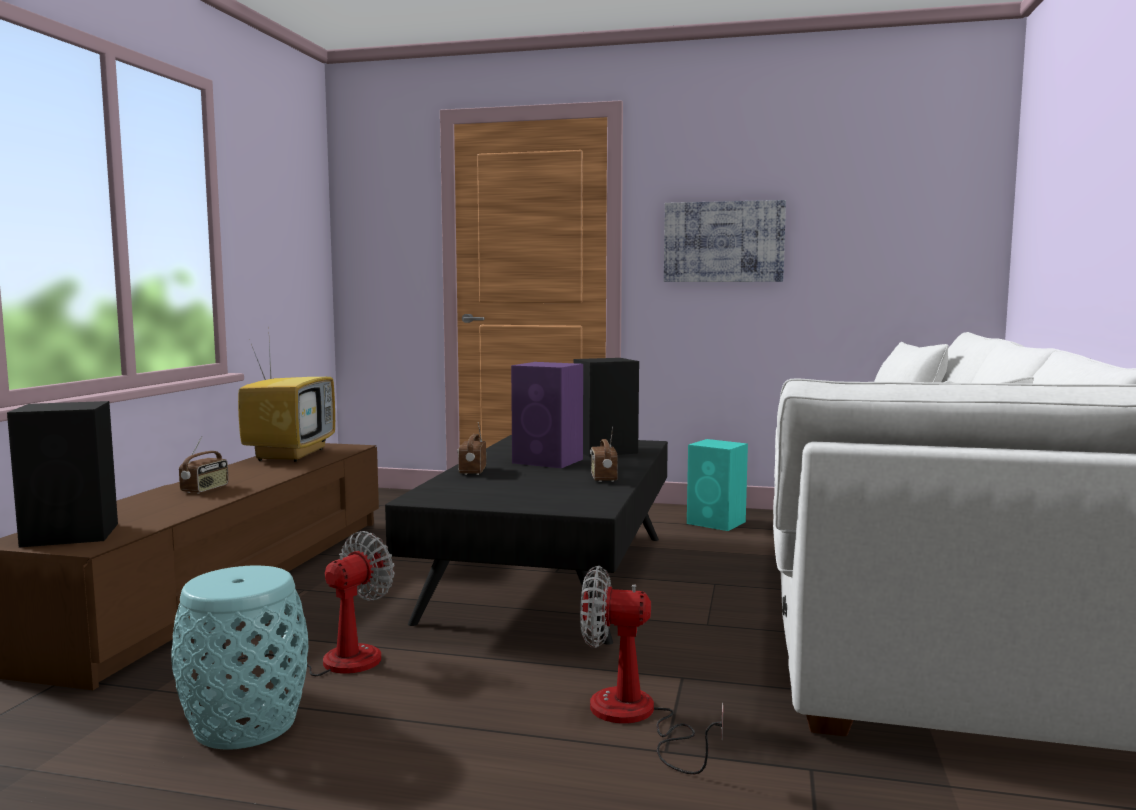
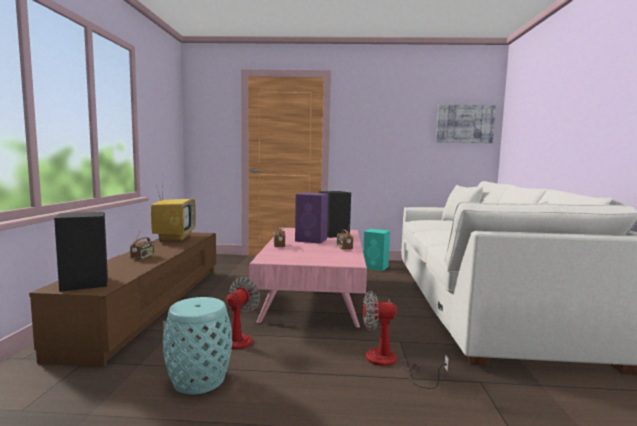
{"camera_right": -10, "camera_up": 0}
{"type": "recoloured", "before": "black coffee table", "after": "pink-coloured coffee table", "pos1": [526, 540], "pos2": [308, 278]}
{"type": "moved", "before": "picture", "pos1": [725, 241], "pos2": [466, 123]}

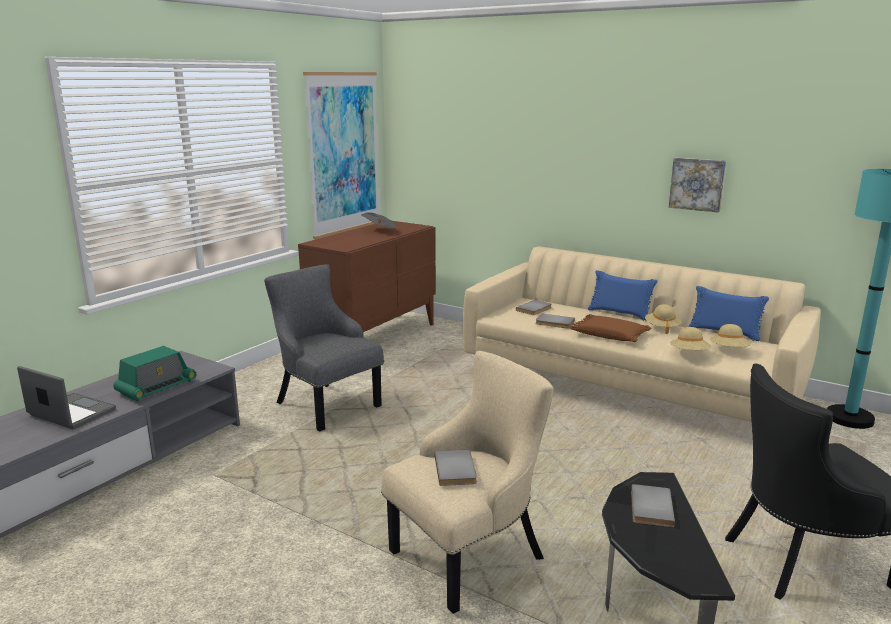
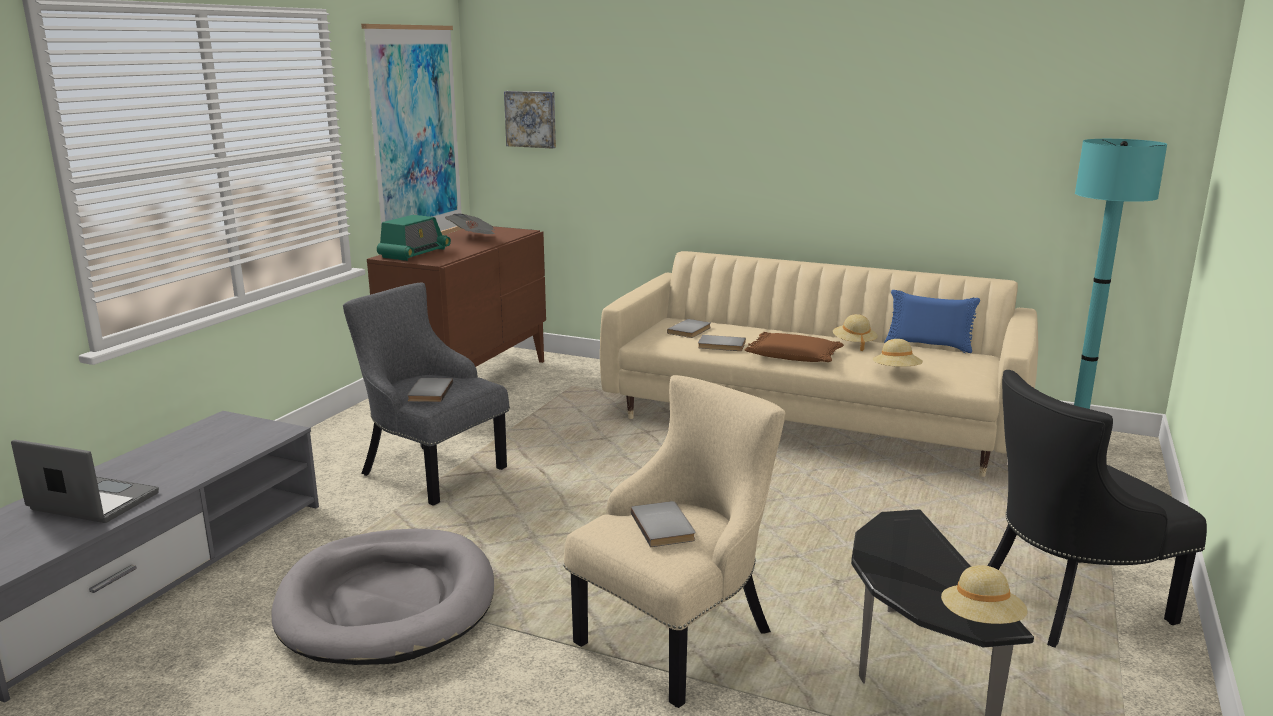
{"camera_right": -10, "camera_up": 0}
{"type": "moved", "before": "radio receiver", "pos1": [154, 374], "pos2": [414, 238]}
{"type": "removed", "before": "bluish cushion", "pos1": [622, 295]}
{"type": "moved", "before": "gray bound book", "pos1": [653, 505], "pos2": [430, 390]}
{"type": "moved", "before": "picture", "pos1": [697, 185], "pos2": [530, 120]}
{"type": "moved", "before": "beige-coloured wearable hat", "pos1": [730, 335], "pos2": [984, 594]}
{"type": "added", "after": "gray dog bed", "pos2": [382, 597]}

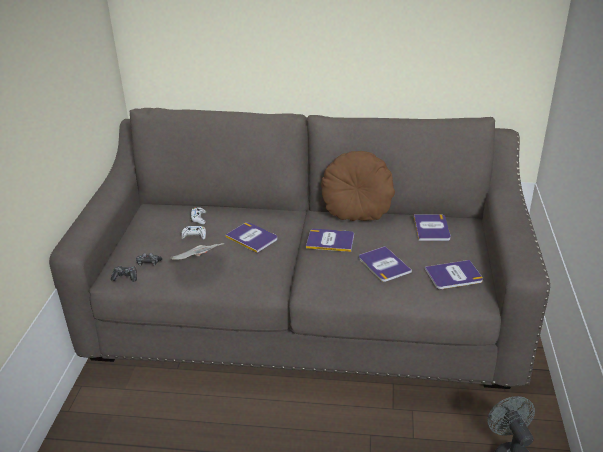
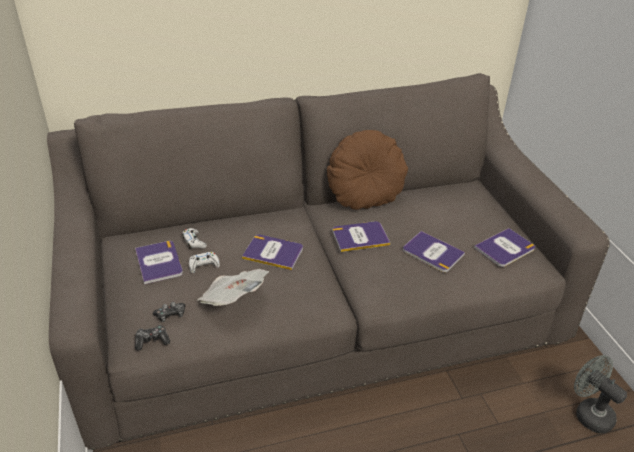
{"camera_right": -25, "camera_up": 5}
{"type": "moved", "before": "bound book", "pos1": [432, 227], "pos2": [159, 262]}

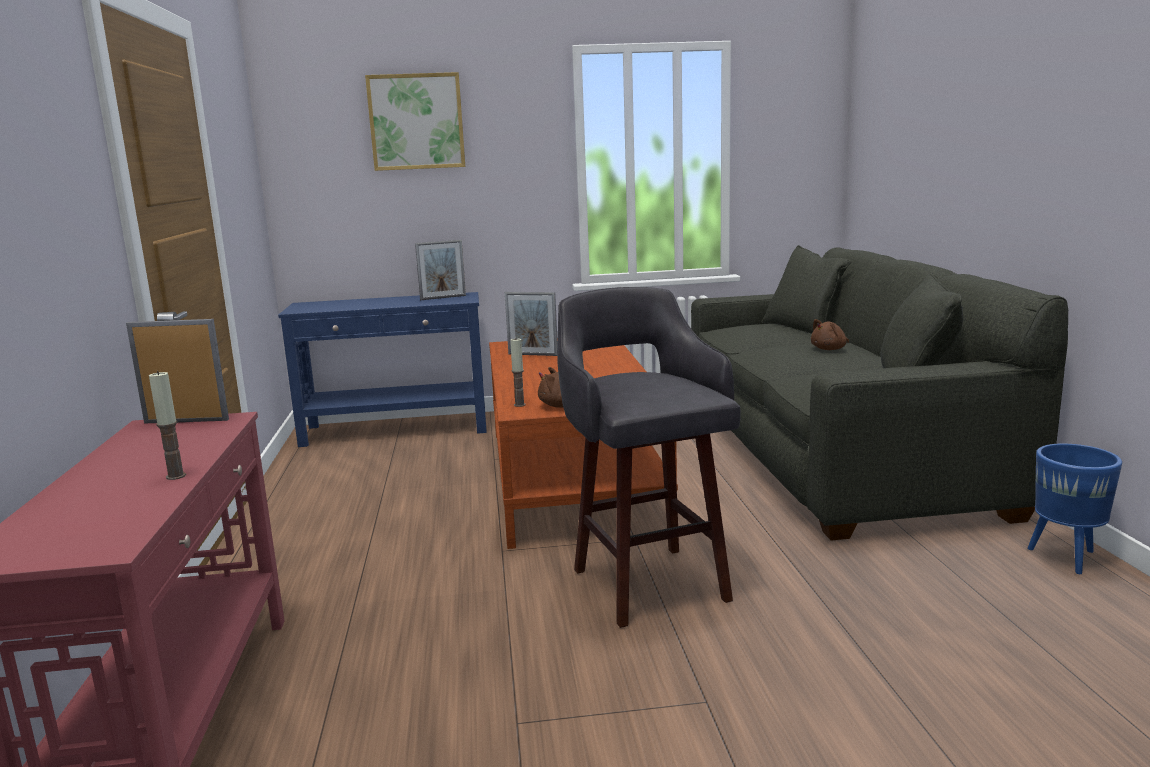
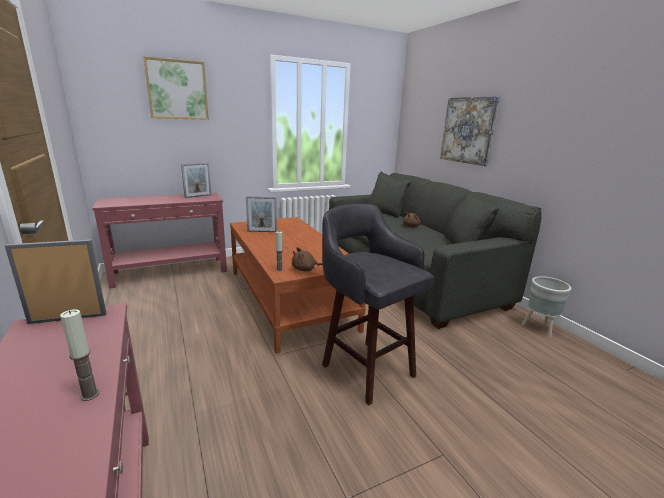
{"camera_right": -20, "camera_up": 5}
{"type": "recoloured", "before": "bluish hall table", "after": "red hall table", "pos1": [382, 369], "pos2": [159, 241]}
{"type": "recoloured", "before": "bluish plant pot", "after": "gray plant pot", "pos1": [1074, 509], "pos2": [546, 307]}
{"type": "added", "after": "picture", "pos2": [470, 131]}

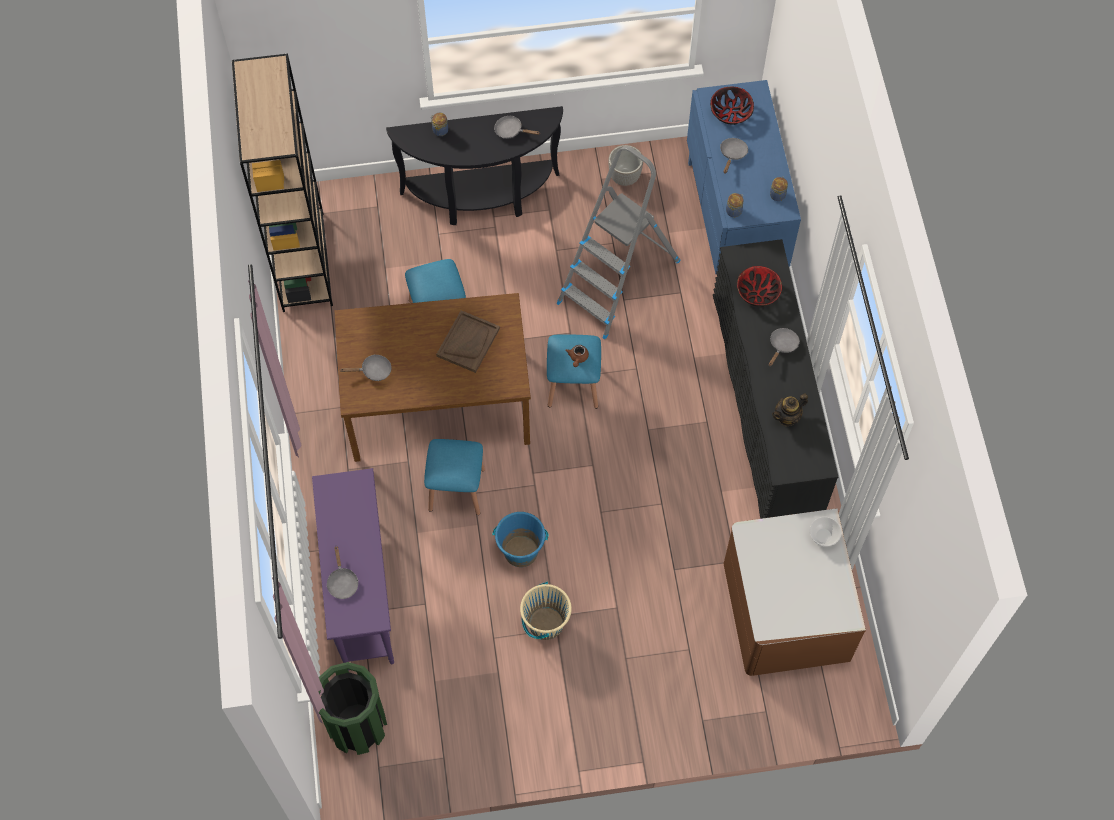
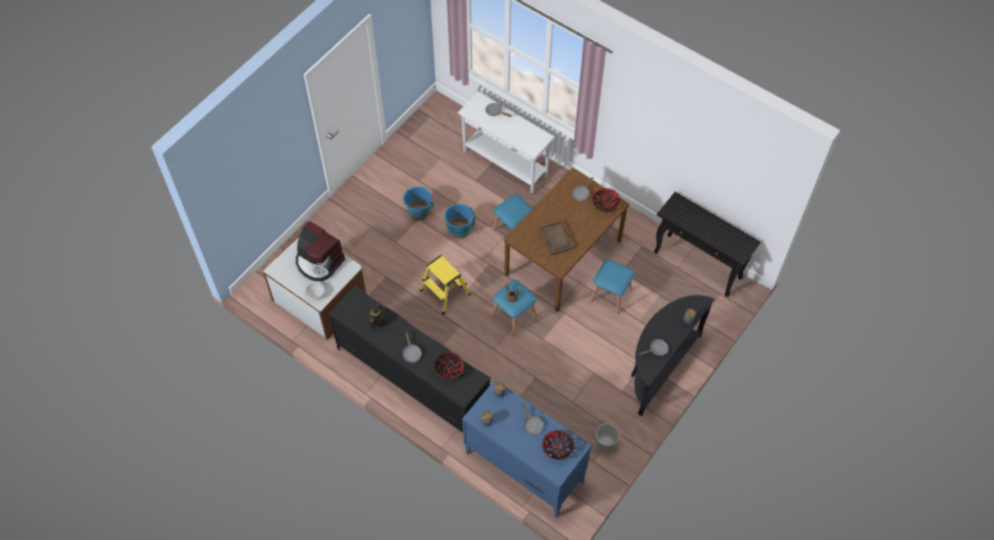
{"camera_right": 135, "camera_up": -5}
{"type": "replaced", "before": "beige-coloured bookcase", "after": "black hall table", "pos1": [282, 183], "pos2": [707, 244]}
{"type": "recoloured", "before": "purple hall table", "after": "white hall table", "pos1": [353, 569], "pos2": [506, 142]}
{"type": "removed", "before": "green-coloured waste bin", "pos1": [353, 708]}
{"type": "recoloured", "before": "beige-coloured pail", "after": "bluish pail", "pos1": [546, 611], "pos2": [418, 203]}
{"type": "removed", "before": "gray step stool", "pos1": [619, 242]}
{"type": "added", "after": "coffee brewer", "pos2": [320, 251]}
{"type": "added", "after": "yellow step stool", "pos2": [445, 285]}
{"type": "added", "after": "serving bowl", "pos2": [606, 200]}

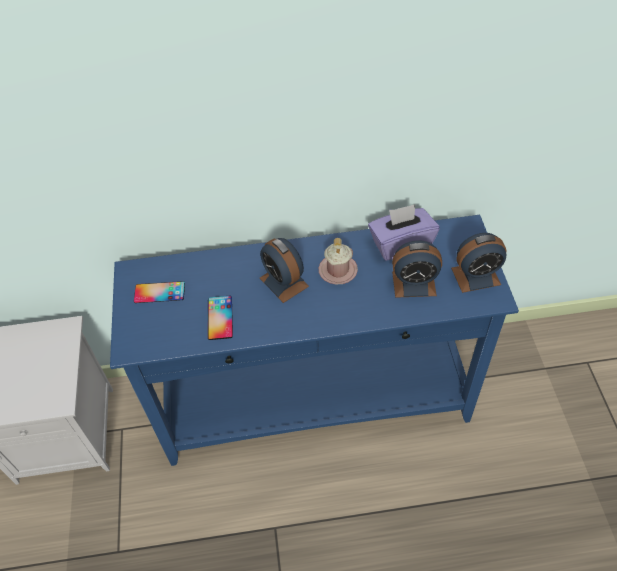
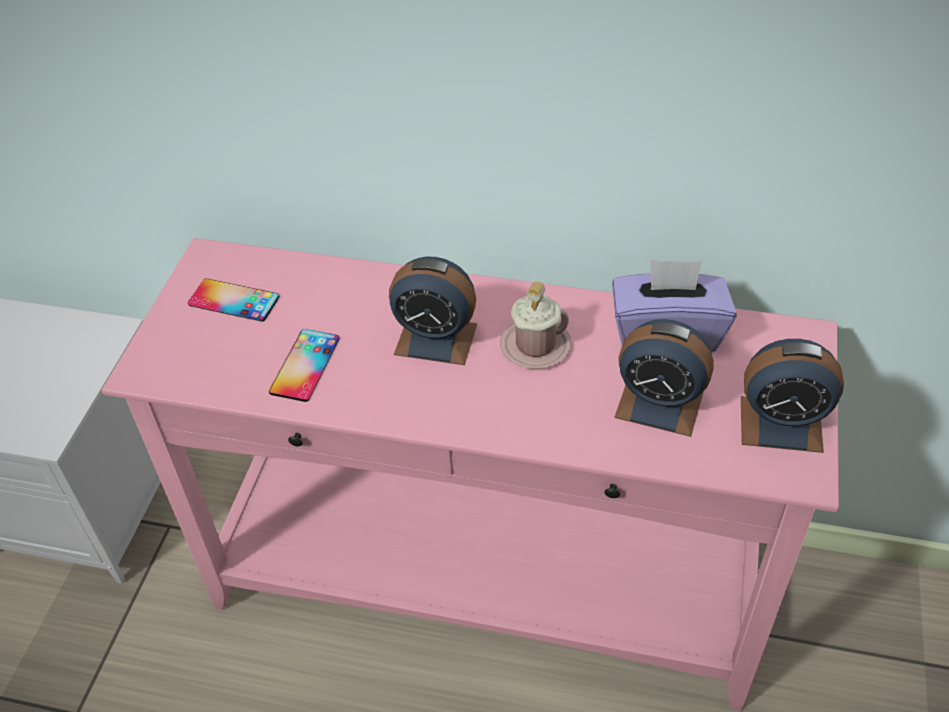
{"camera_right": 20, "camera_up": -5}
{"type": "recoloured", "before": "bluish hall table", "after": "pink-coloured hall table", "pos1": [314, 340], "pos2": [470, 474]}
{"type": "turned", "before": "alarm clock", "pos1": [284, 270], "pos2": [433, 311], "turn": -60}

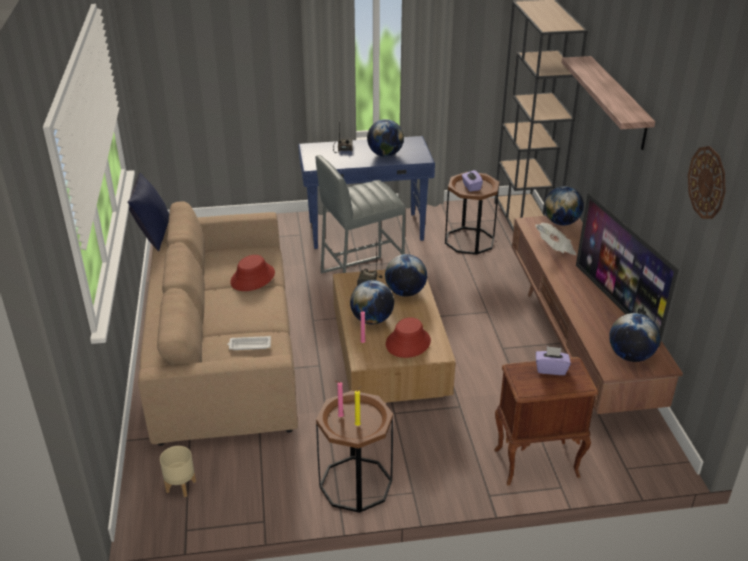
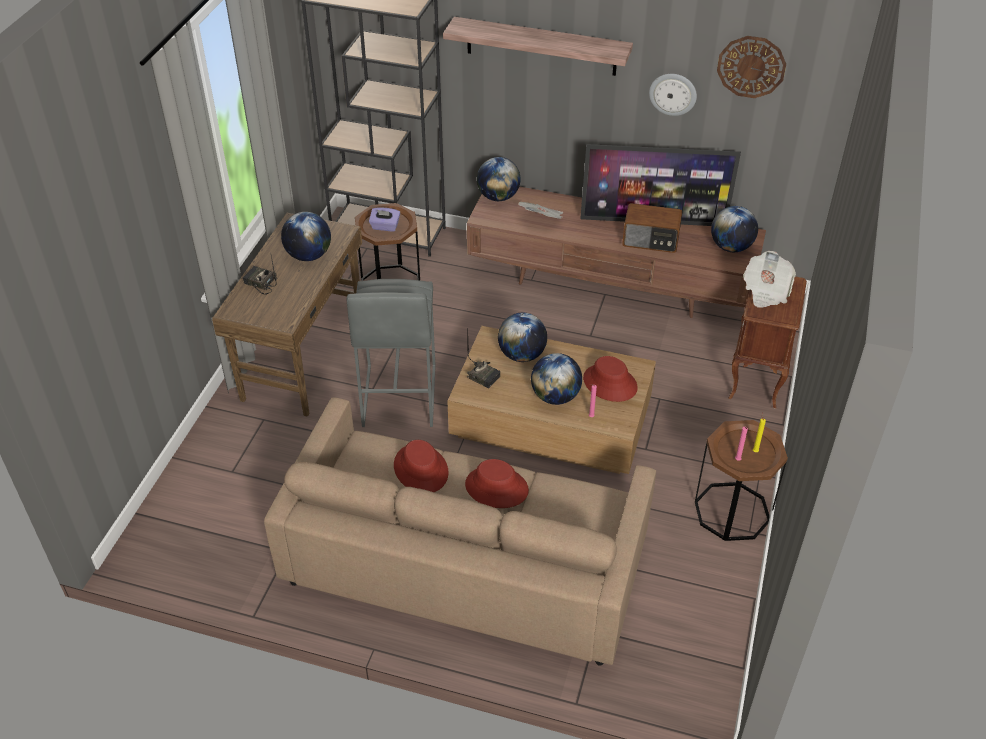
{"camera_right": -65, "camera_up": 10}
{"type": "removed", "before": "bluish cushion", "pos1": [148, 212]}
{"type": "removed", "before": "beige-coloured plant pot", "pos1": [178, 471]}
{"type": "removed", "before": "white serving tray", "pos1": [249, 343]}
{"type": "recoloured", "before": "bluish hall table", "after": "brown hall table", "pos1": [366, 192], "pos2": [287, 315]}
{"type": "replaced", "before": "purple box of tissues", "after": "newspaper", "pos1": [553, 360], "pos2": [769, 279]}
{"type": "added", "after": "red wearable hat", "pos2": [497, 483]}
{"type": "added", "after": "radio receiver", "pos2": [652, 228]}
{"type": "added", "after": "wall clock", "pos2": [673, 95]}

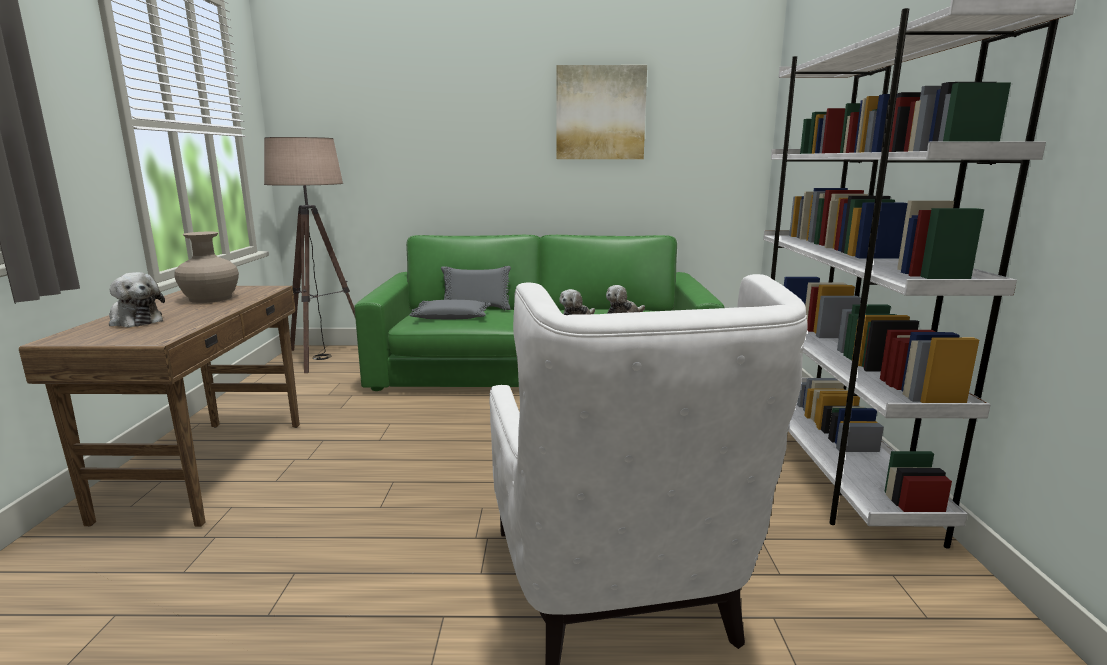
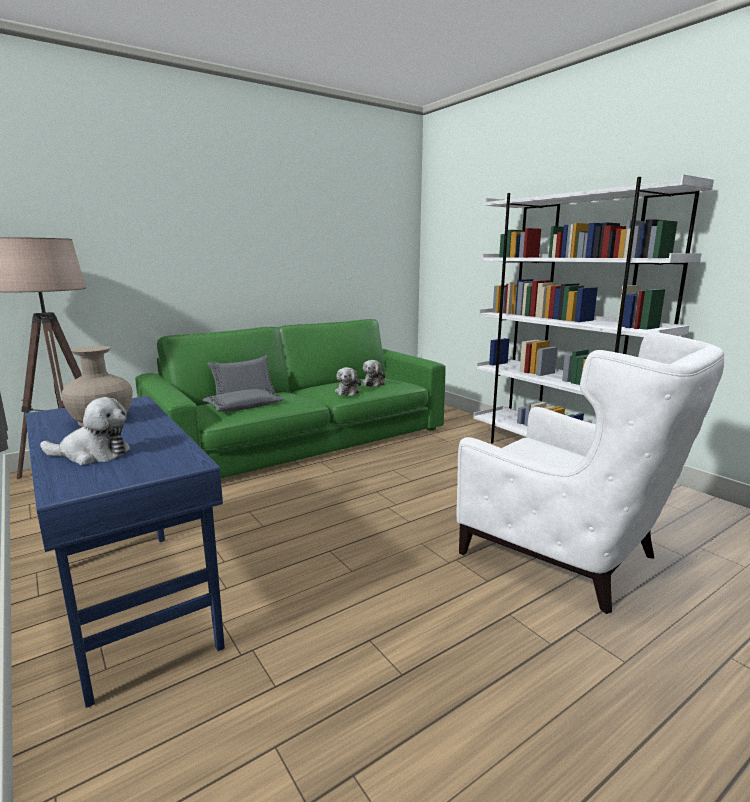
{"camera_right": -35, "camera_up": 0}
{"type": "recoloured", "before": "brown hall table", "after": "bluish hall table", "pos1": [159, 406], "pos2": [125, 552]}
{"type": "removed", "before": "picture", "pos1": [601, 112]}

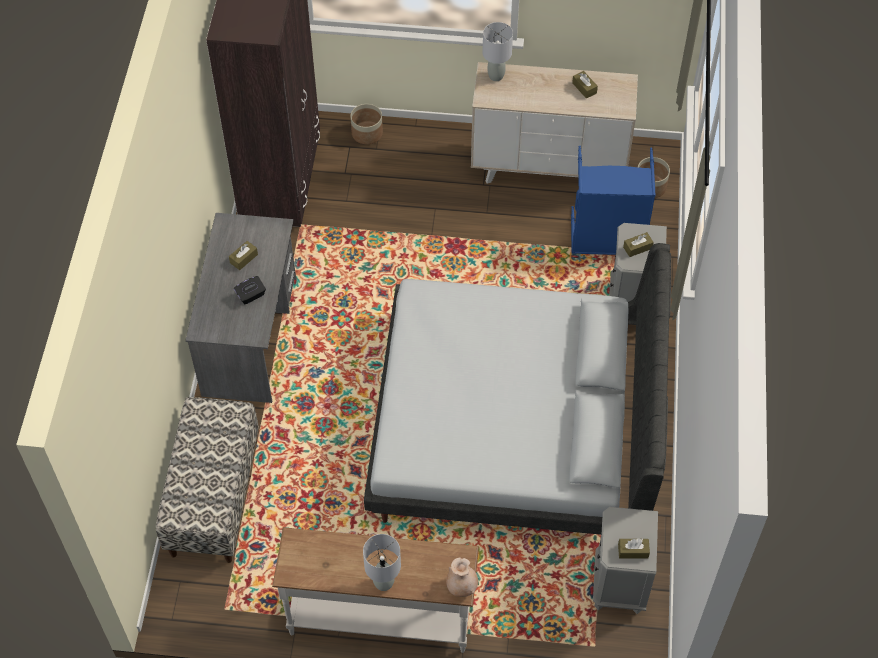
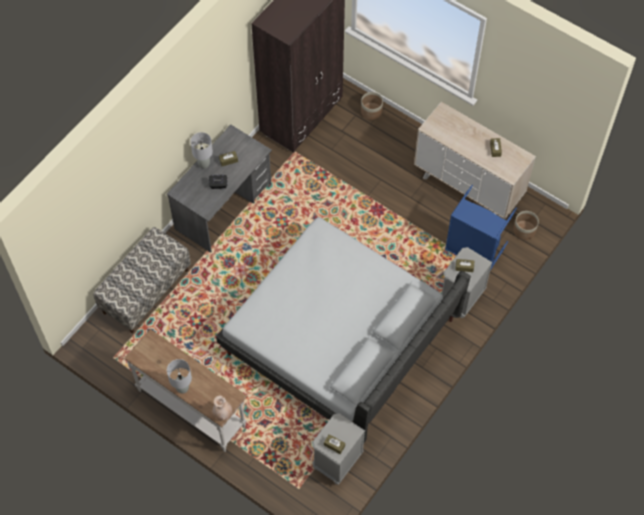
{"camera_right": 30, "camera_up": 5}
{"type": "moved", "before": "gray table lamp", "pos1": [497, 51], "pos2": [201, 150]}

